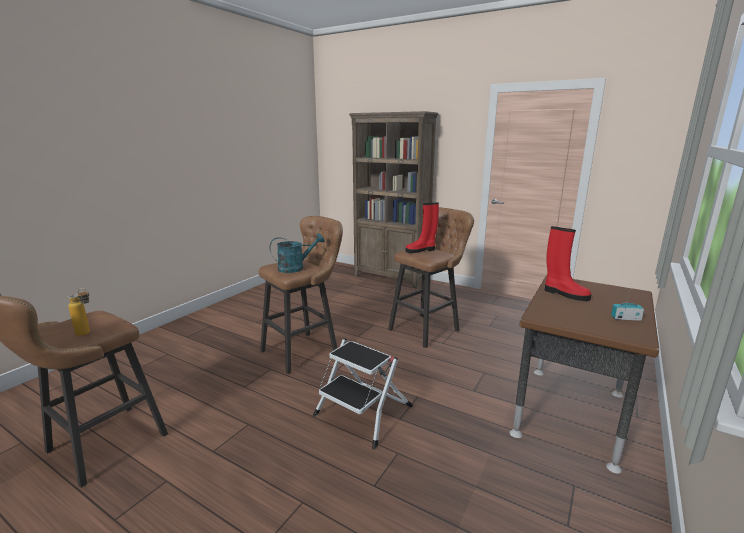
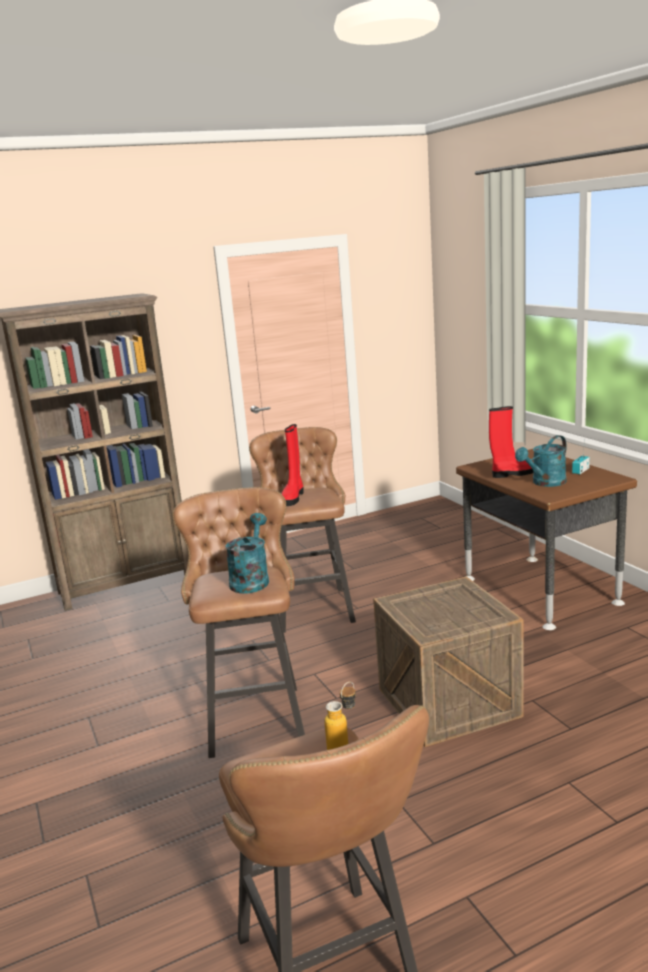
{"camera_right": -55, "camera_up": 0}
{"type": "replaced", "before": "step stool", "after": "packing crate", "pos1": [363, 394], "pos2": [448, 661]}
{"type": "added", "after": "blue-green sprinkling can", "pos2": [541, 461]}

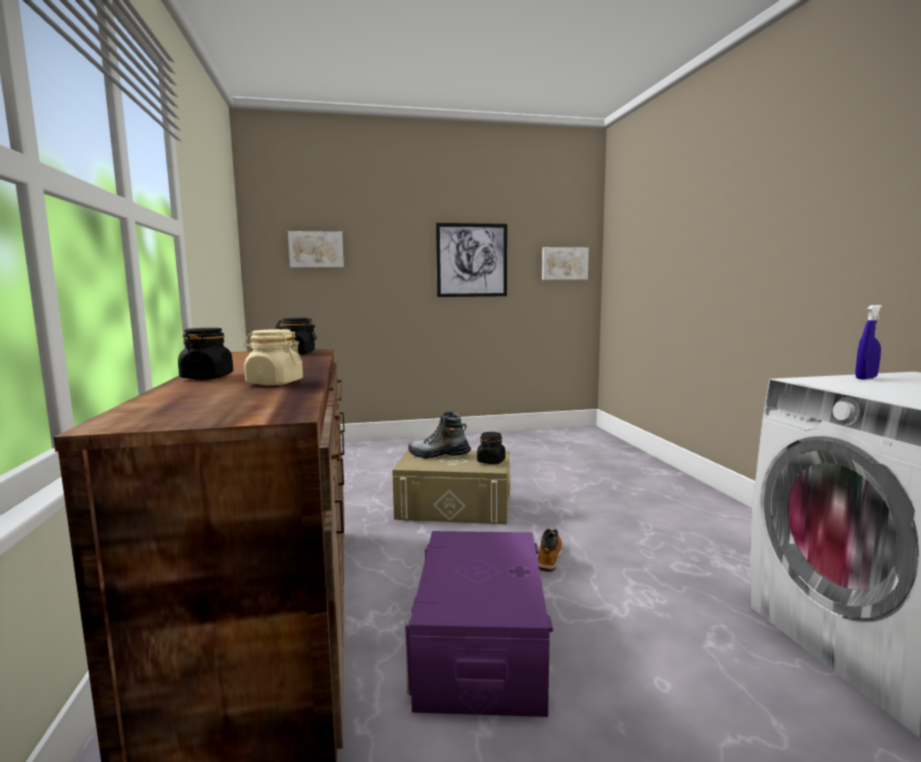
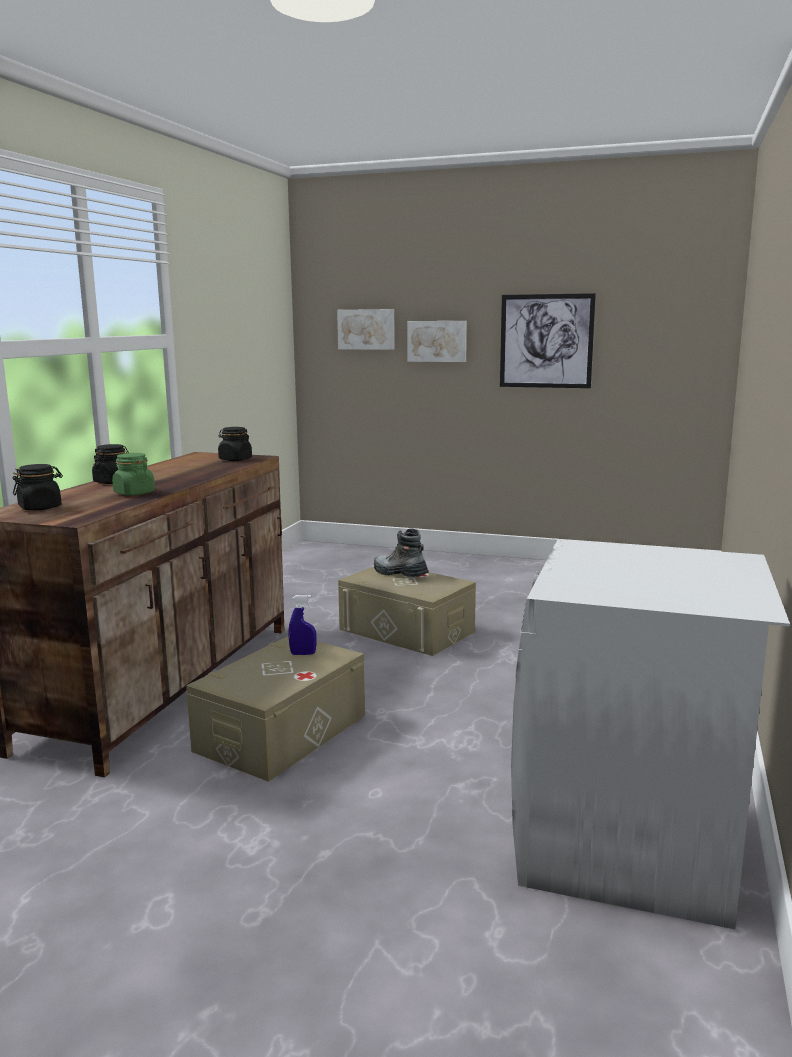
{"camera_right": 30, "camera_up": 5}
{"type": "recoloured", "before": "beige-coloured storage jar", "after": "green-coloured storage jar", "pos1": [273, 357], "pos2": [133, 474]}
{"type": "recoloured", "before": "purple storage box", "after": "beige-coloured storage box", "pos1": [479, 624], "pos2": [275, 709]}
{"type": "moved", "before": "black storage jar", "pos1": [491, 448], "pos2": [38, 487]}
{"type": "removed", "before": "high-top boot", "pos1": [549, 550]}
{"type": "moved", "before": "picture", "pos1": [565, 263], "pos2": [437, 341]}
{"type": "moved", "before": "bluish sprayer", "pos1": [869, 342], "pos2": [302, 625]}

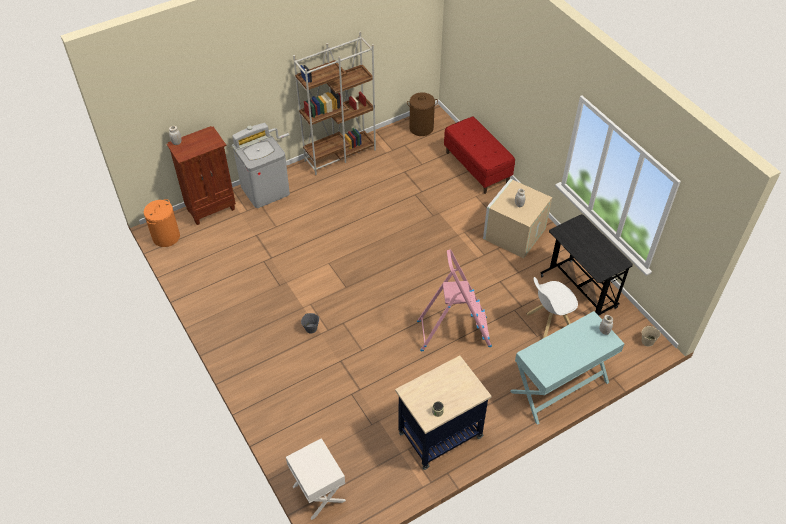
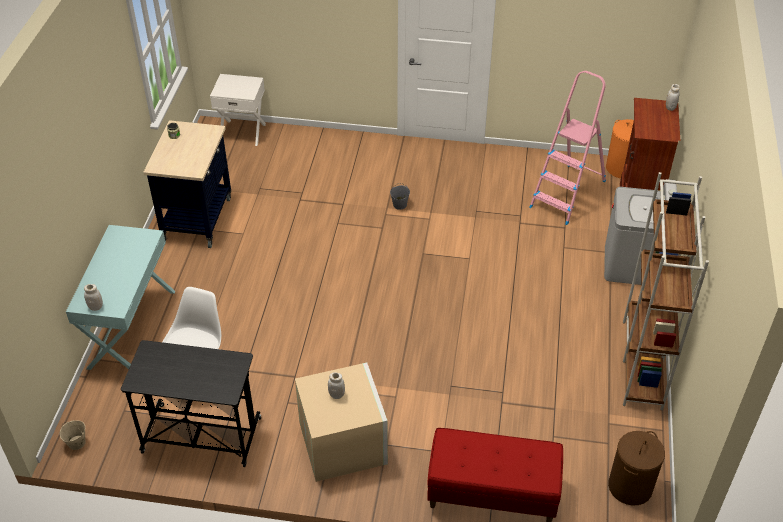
{"camera_right": 130, "camera_up": -5}
{"type": "moved", "before": "pink-coloured step stool", "pos1": [454, 300], "pos2": [567, 148]}

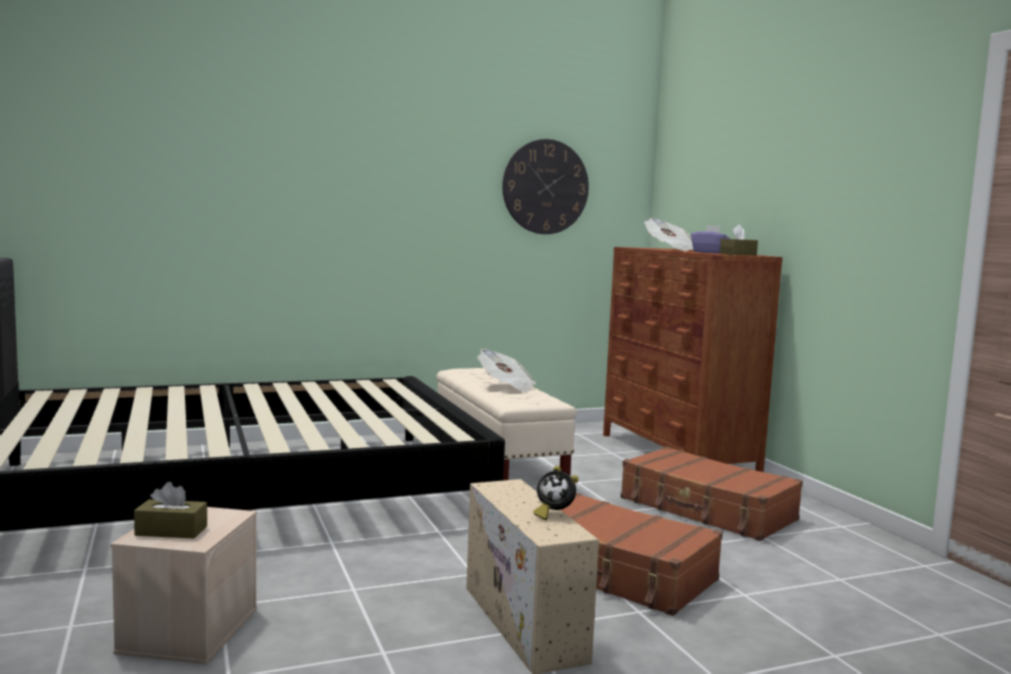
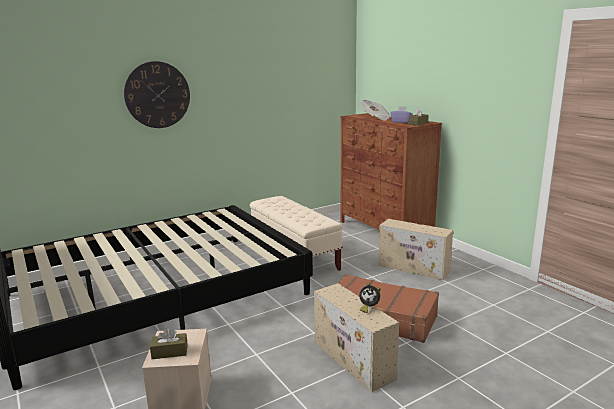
{"camera_right": -10, "camera_up": 10}
{"type": "removed", "before": "newspaper", "pos1": [506, 371]}
{"type": "moved", "before": "wall clock", "pos1": [545, 186], "pos2": [157, 94]}
{"type": "replaced", "before": "brown suitcase", "after": "beige-coloured storage box", "pos1": [712, 494], "pos2": [415, 249]}

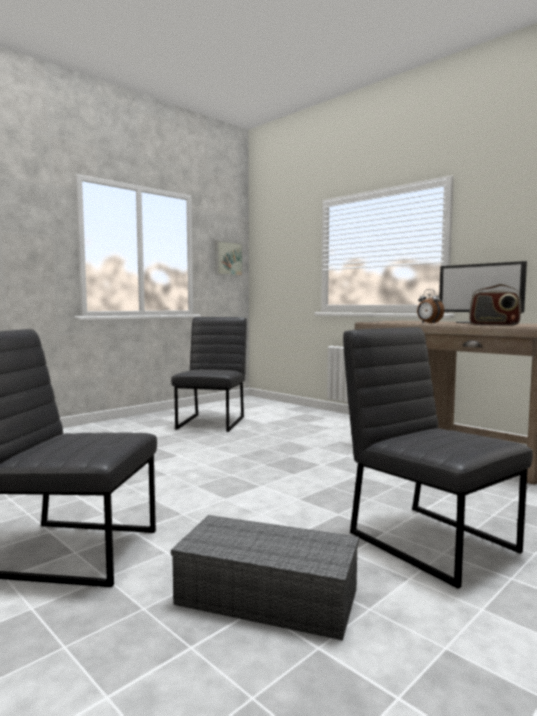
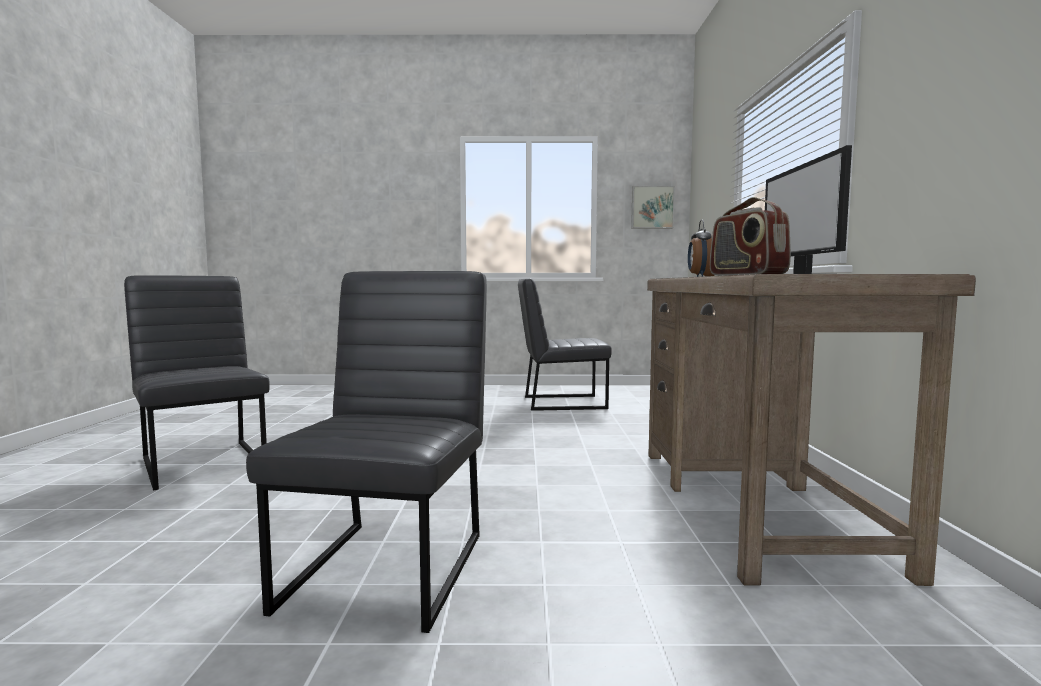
{"camera_right": 45, "camera_up": 0}
{"type": "turned", "before": "gray upright chair", "pos1": [209, 374], "pos2": [565, 344], "turn": -150}
{"type": "removed", "before": "gray storage box", "pos1": [265, 577]}

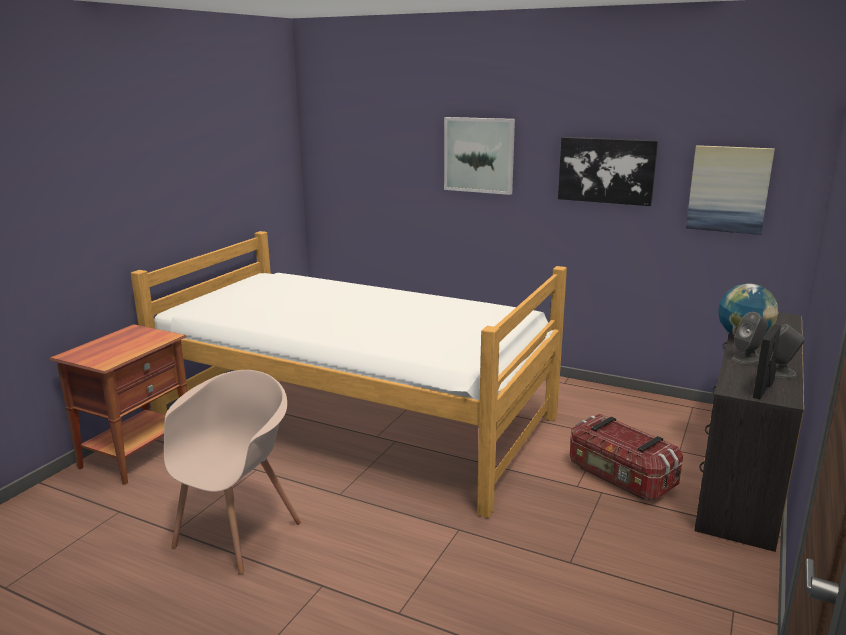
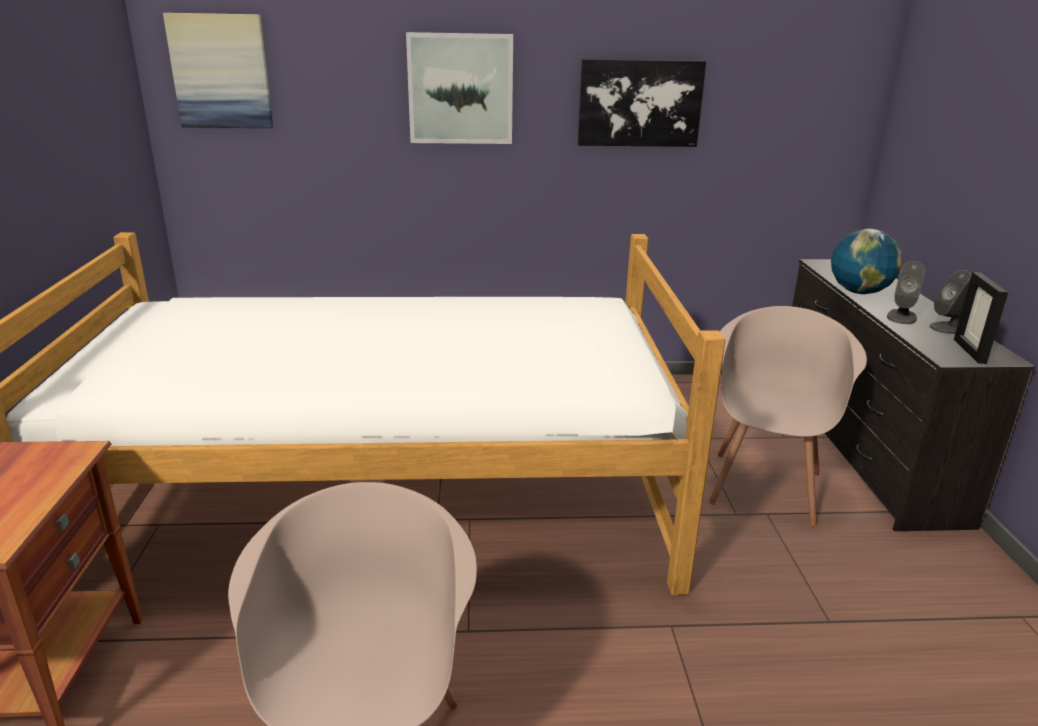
{"camera_right": -30, "camera_up": 5}
{"type": "replaced", "before": "storage box", "after": "beige-coloured upright chair", "pos1": [626, 457], "pos2": [788, 416]}
{"type": "moved", "before": "picture", "pos1": [730, 190], "pos2": [218, 70]}

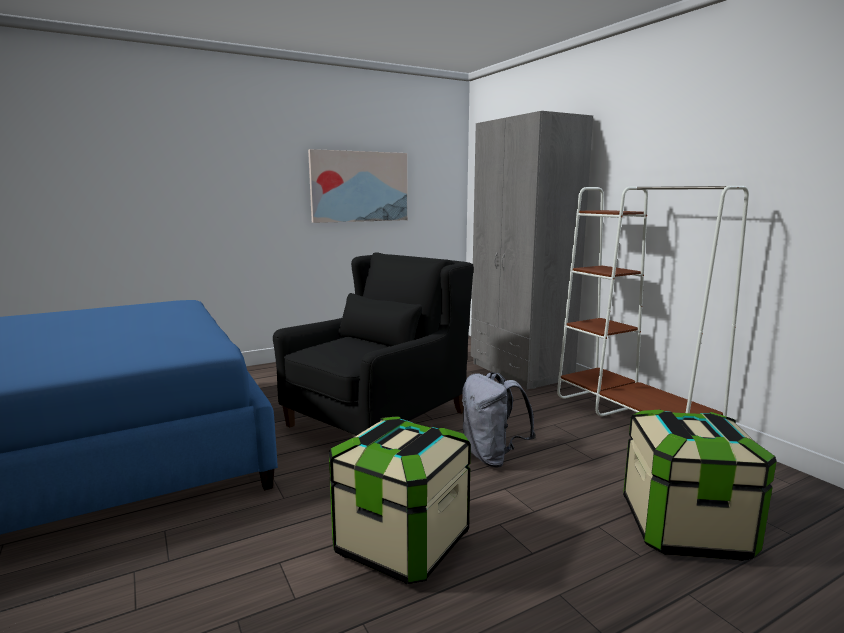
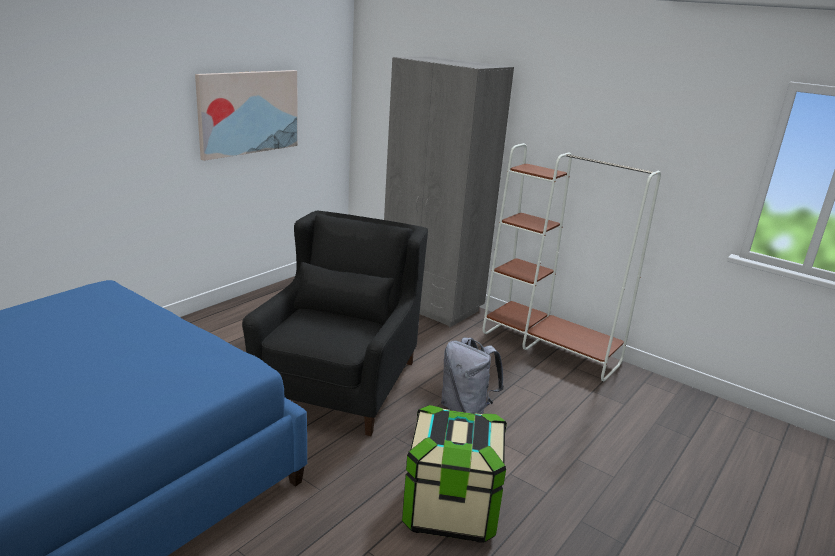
{"camera_right": -25, "camera_up": 10}
{"type": "removed", "before": "storage box", "pos1": [700, 485]}

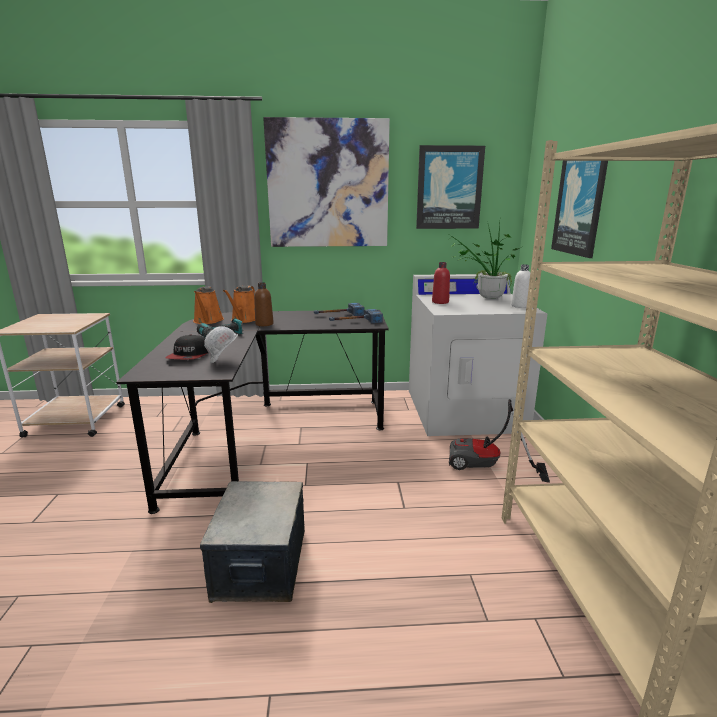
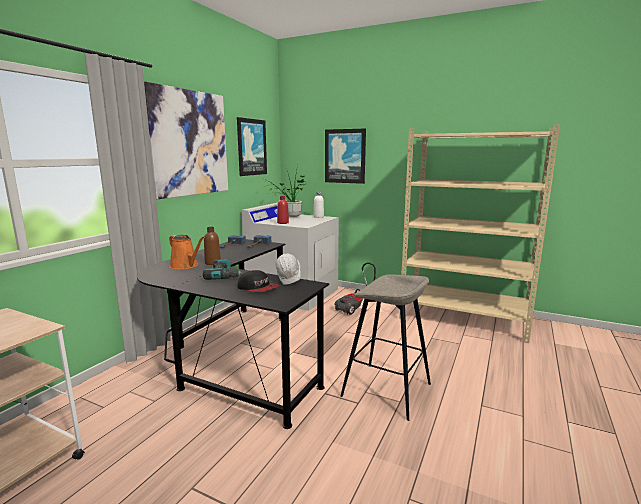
{"camera_right": -60, "camera_up": -5}
{"type": "removed", "before": "orangey sprinkling can", "pos1": [208, 305]}
{"type": "replaced", "before": "storage box", "after": "gray stool", "pos1": [252, 542], "pos2": [385, 347]}

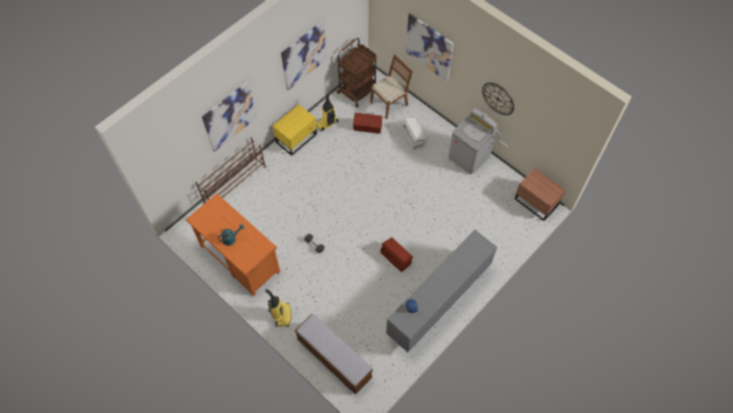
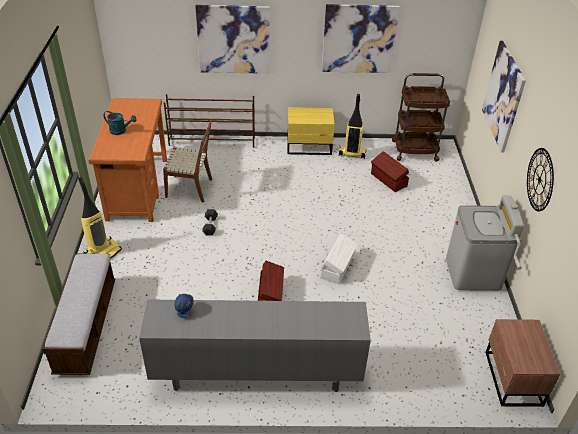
{"camera_right": 45, "camera_up": -20}
{"type": "moved", "before": "upright chair", "pos1": [391, 86], "pos2": [187, 161]}
{"type": "moved", "before": "white storage box", "pos1": [414, 134], "pos2": [339, 258]}

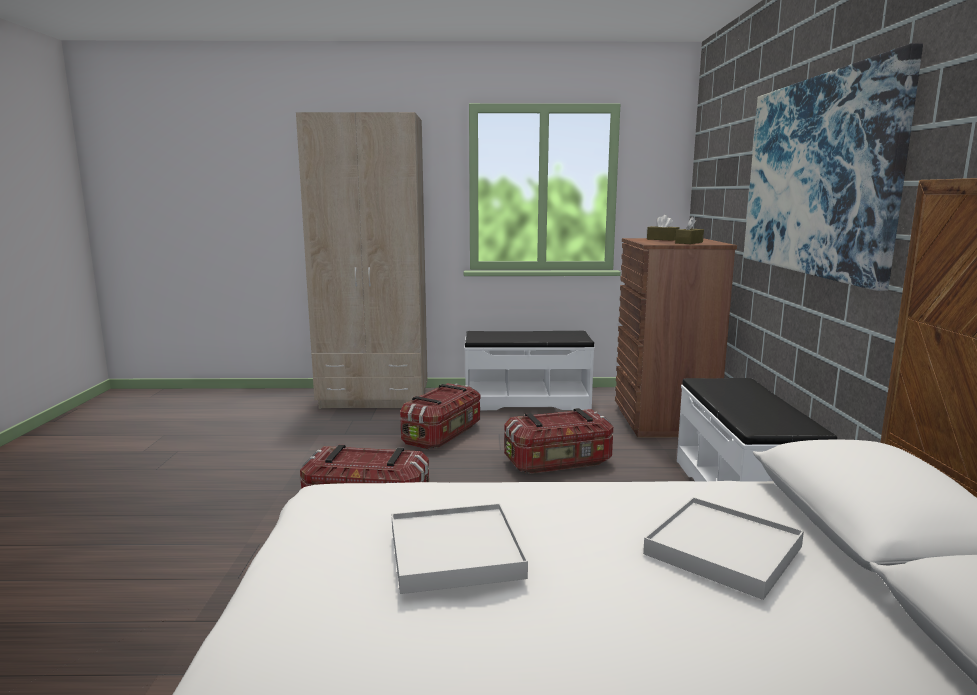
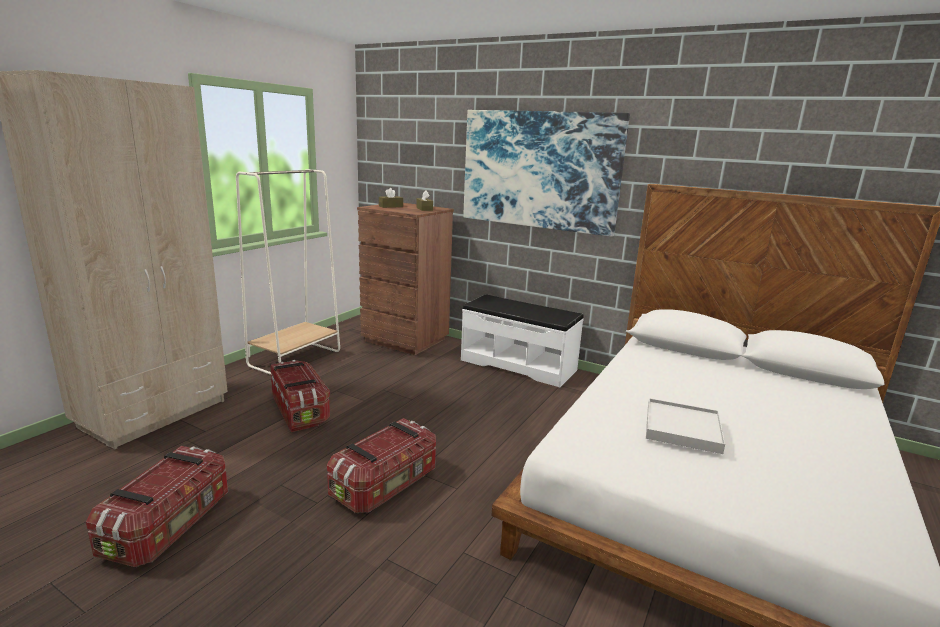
{"camera_right": -60, "camera_up": 5}
{"type": "replaced", "before": "white bench", "after": "garment rack", "pos1": [530, 370], "pos2": [288, 272]}
{"type": "moved", "before": "storage box", "pos1": [558, 441], "pos2": [157, 506]}
{"type": "removed", "before": "white serving tray", "pos1": [723, 548]}

